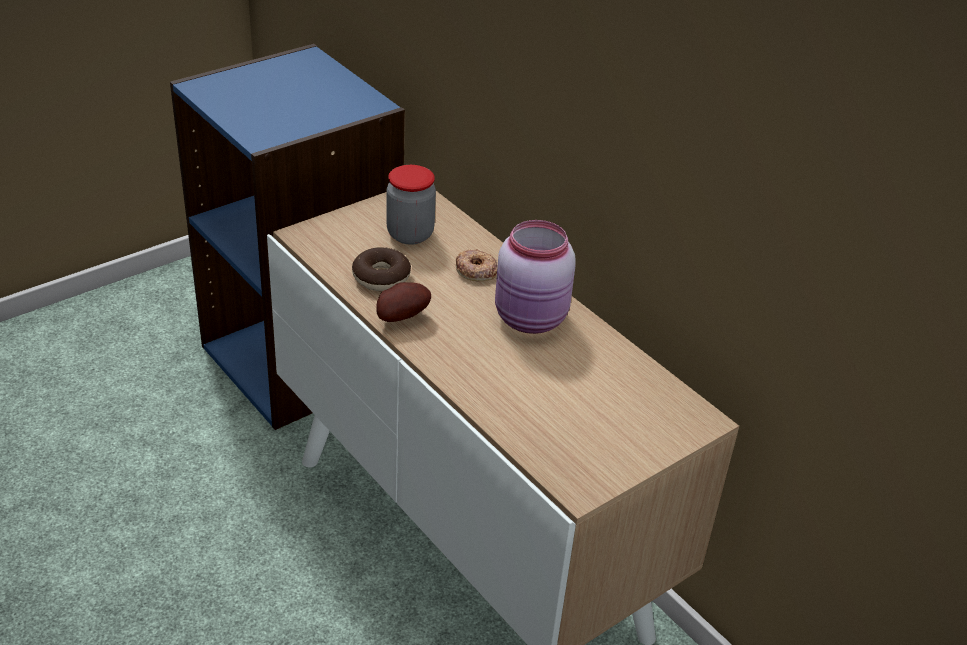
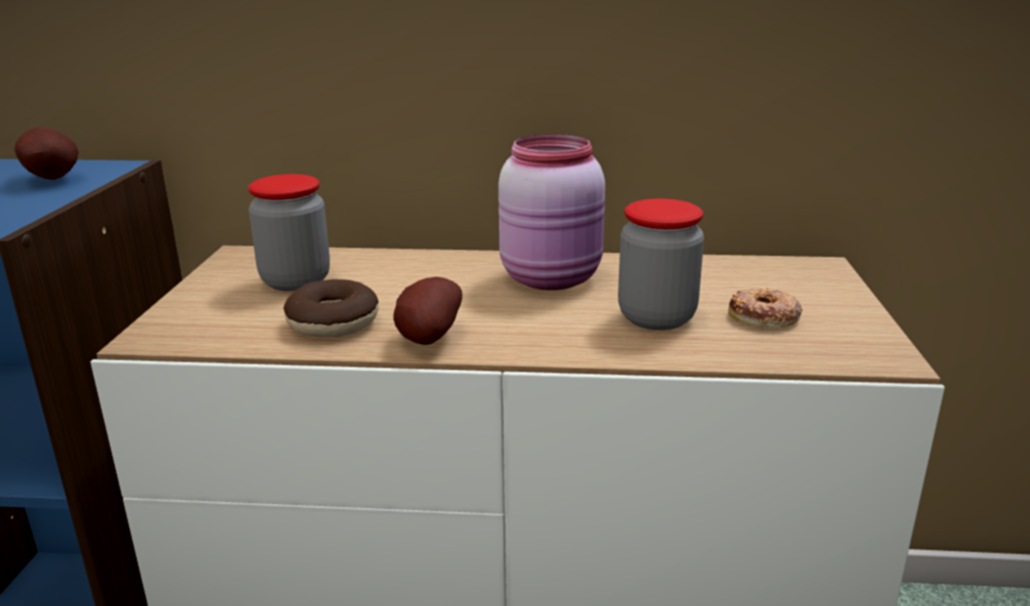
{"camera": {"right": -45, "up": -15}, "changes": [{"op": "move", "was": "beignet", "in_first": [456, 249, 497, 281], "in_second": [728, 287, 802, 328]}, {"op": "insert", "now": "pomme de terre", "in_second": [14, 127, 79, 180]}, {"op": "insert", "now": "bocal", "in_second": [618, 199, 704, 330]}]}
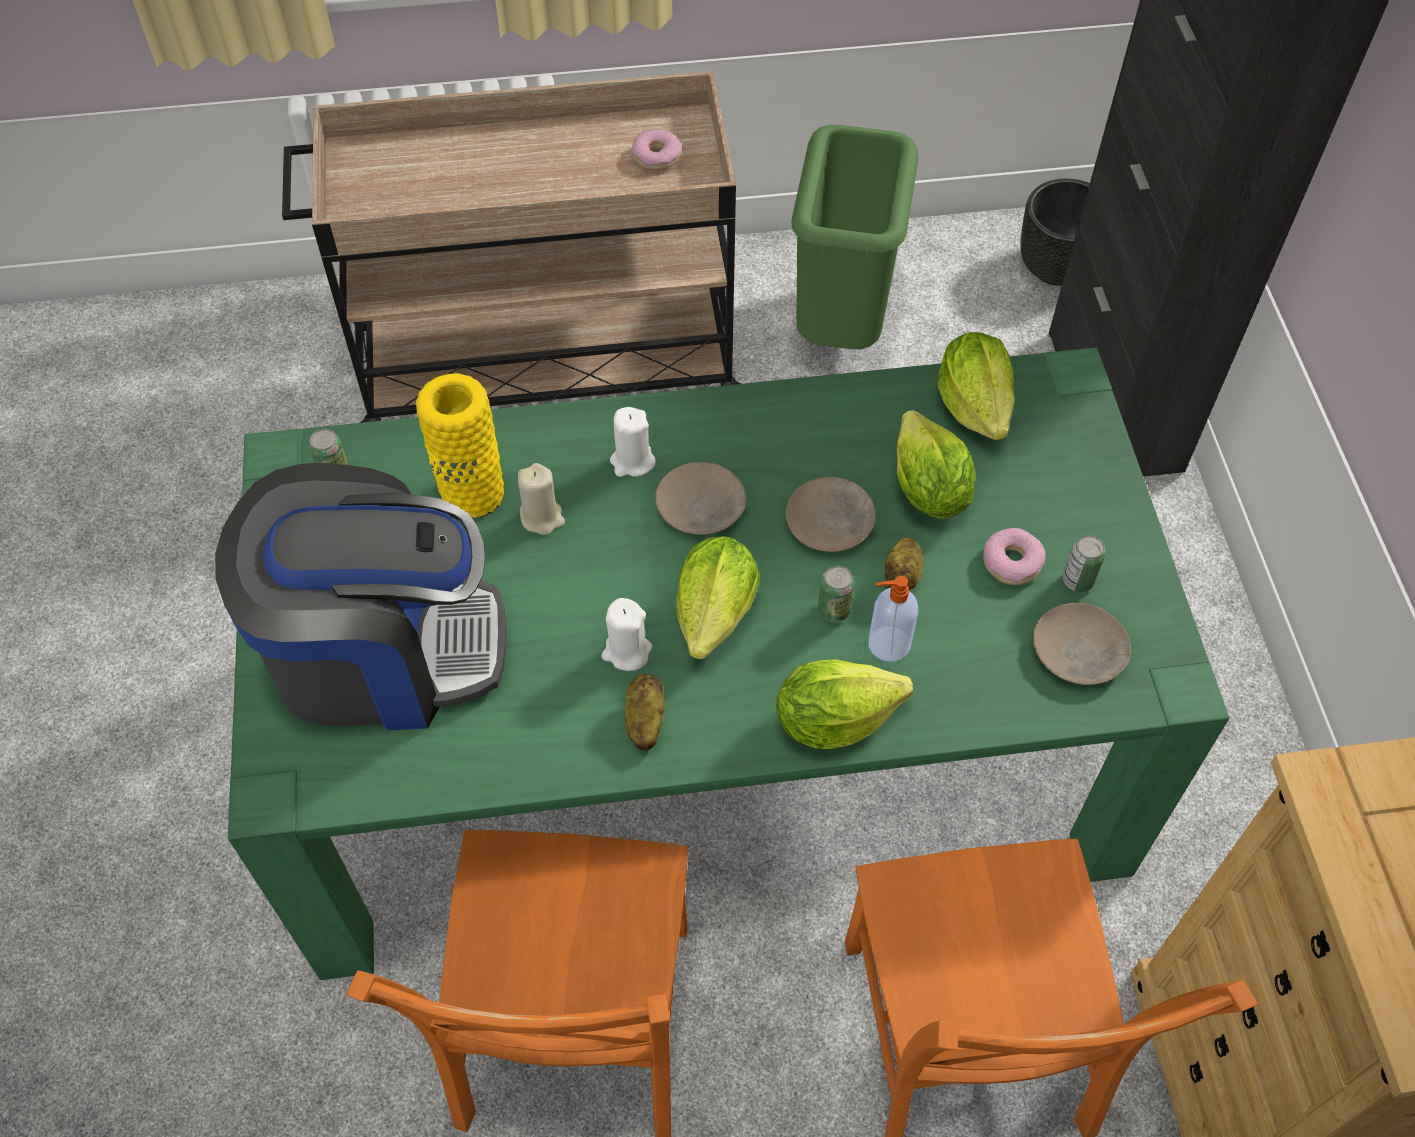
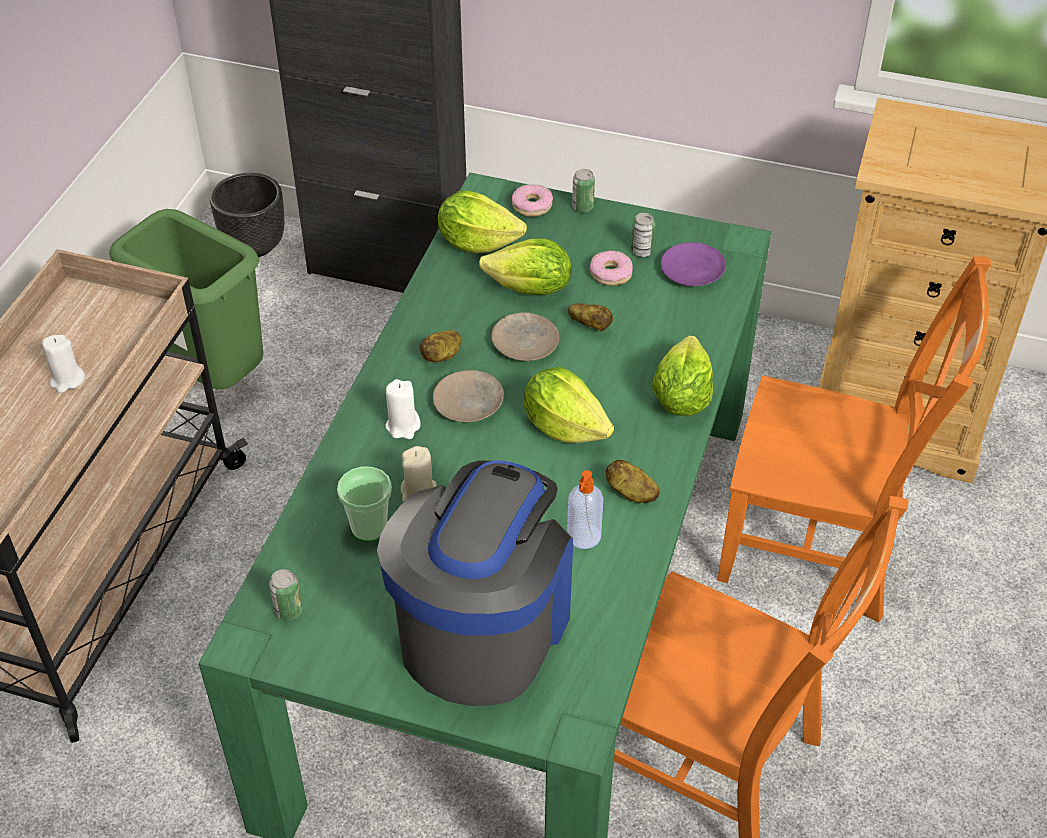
{"camera": {"right": -65, "up": -10}, "changes": [{"op": "move", "was": "beignet", "in_first": [632, 129, 682, 170], "in_second": [512, 184, 553, 217]}, {"op": "replace", "was": "vase/jaune", "now": "tasse", "in_first": [416, 373, 504, 519], "in_second": [337, 466, 392, 542]}, {"op": "move", "was": "boîte métallique", "in_first": [818, 566, 855, 622], "in_second": [572, 169, 595, 212]}, {"op": "move", "was": "distributeur de savon", "in_first": [869, 576, 918, 662], "in_second": [567, 470, 603, 549]}, {"op": "move", "was": "bougie/blanc", "in_first": [602, 598, 652, 671], "in_second": [42, 334, 85, 393]}, {"op": "recolor", "was": "assiette/beige", "now": "assiette/violet", "in_first": [1033, 603, 1131, 685], "in_second": [661, 242, 726, 286]}, {"op": "insert", "now": "pomme de terre", "in_second": [420, 330, 461, 362]}]}
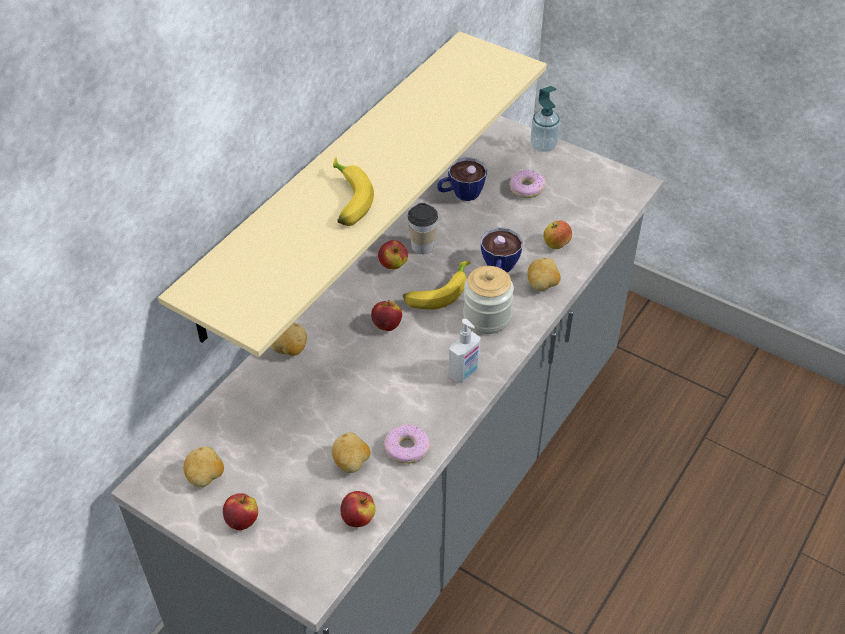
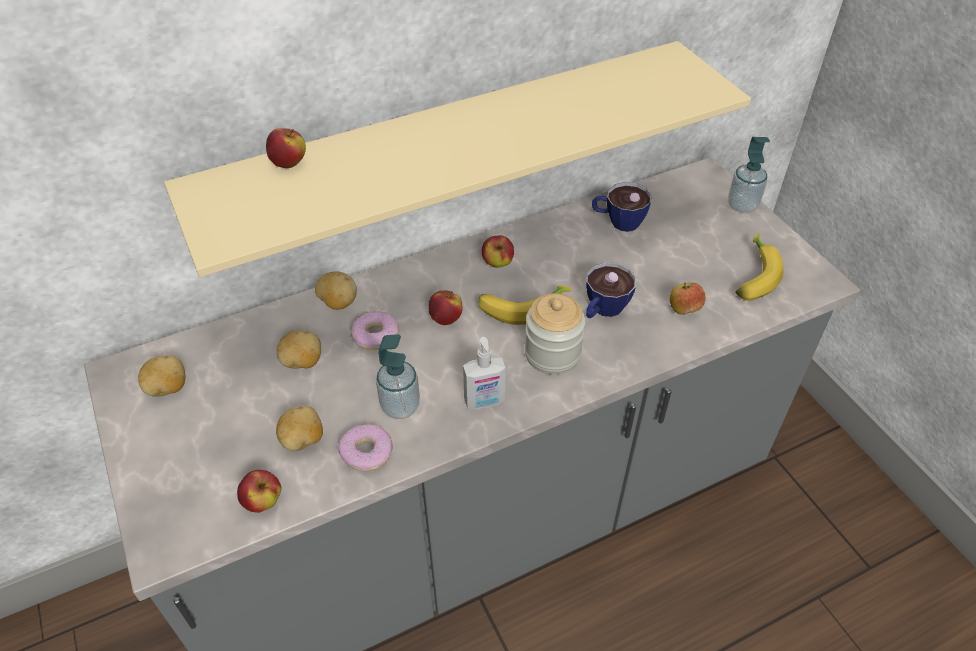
{"camera": {"right": 30, "up": 0}, "changes": [{"op": "move", "was": "banane", "in_first": [333, 157, 374, 226], "in_second": [735, 233, 783, 301]}, {"op": "move", "was": "beignet", "in_first": [509, 170, 546, 198], "in_second": [351, 311, 399, 350]}, {"op": "delete", "was": "tasse", "in_first": [408, 203, 438, 254]}, {"op": "move", "was": "pomme de terre", "in_first": [527, 258, 561, 291], "in_second": [277, 330, 321, 369]}, {"op": "move", "was": "pomme", "in_first": [223, 493, 258, 530], "in_second": [266, 128, 306, 168]}, {"op": "insert", "now": "distributeur de savon", "in_second": [376, 334, 420, 419]}]}
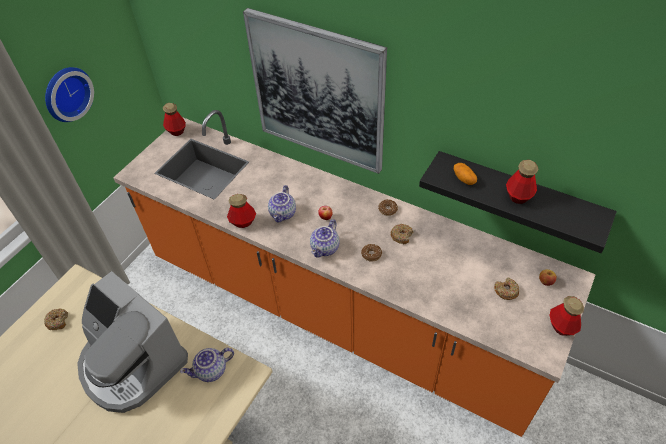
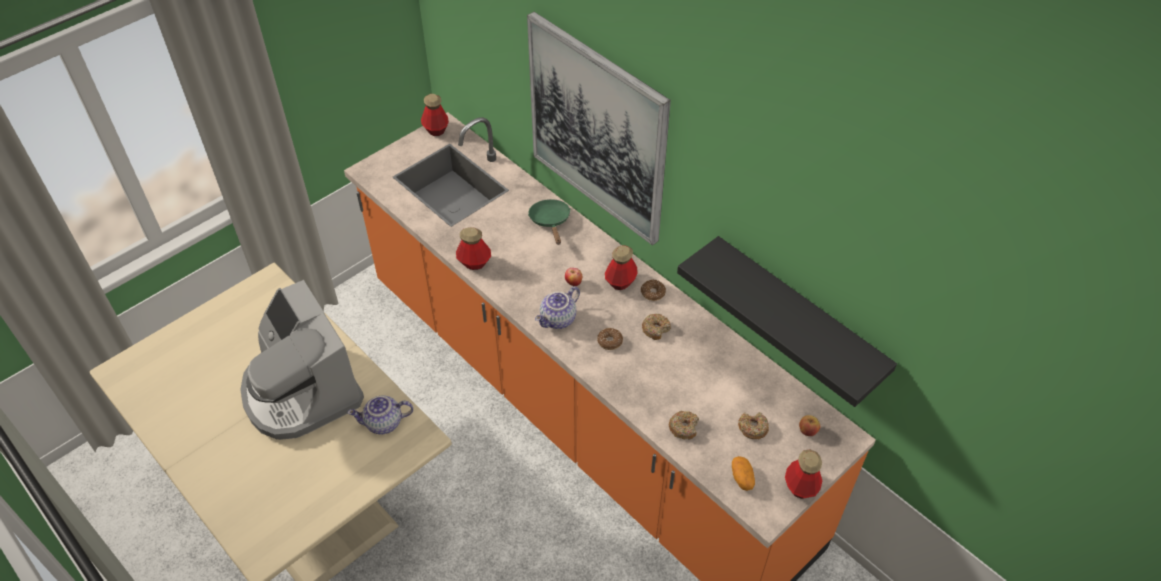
{"camera": {"right": 15, "up": 0}, "changes": [{"op": "delete", "was": "horloge murale", "in_first": [45, 67, 94, 122]}, {"op": "move", "was": "bouteille", "in_first": [506, 160, 538, 204], "in_second": [605, 245, 638, 290]}, {"op": "move", "was": "pomme de terre", "in_first": [454, 163, 477, 185], "in_second": [732, 456, 755, 491]}, {"op": "delete", "was": "théière", "in_first": [268, 185, 296, 223]}, {"op": "move", "was": "beignet", "in_first": [44, 309, 68, 330], "in_second": [669, 411, 699, 439]}, {"op": "insert", "now": "poêle/vert", "in_second": [528, 199, 571, 245]}]}
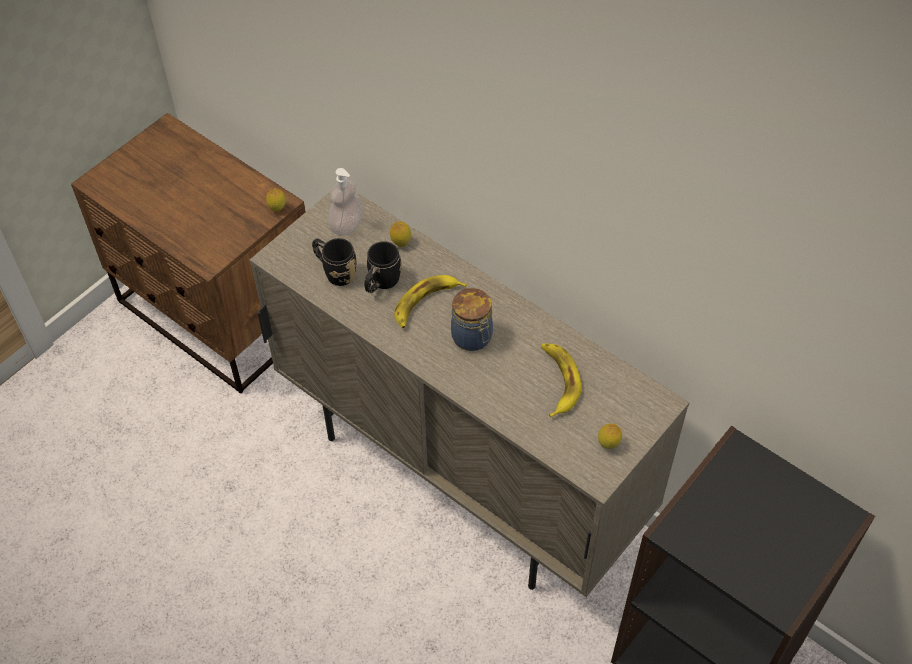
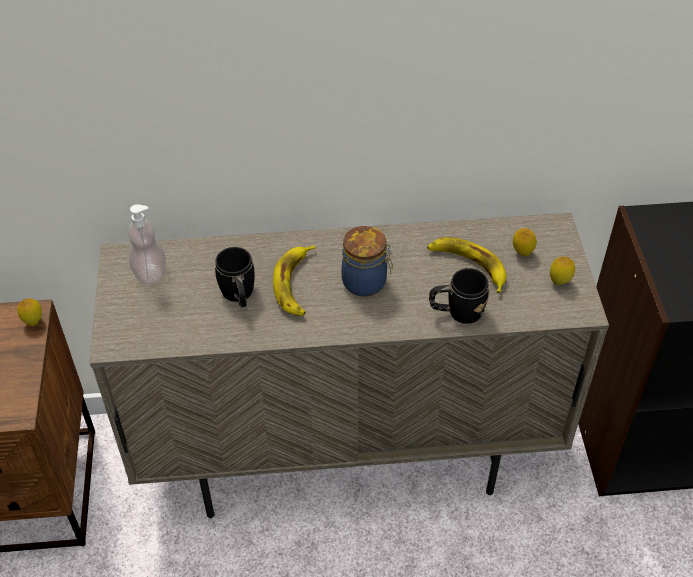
{"camera": {"right": -45, "up": -5}, "changes": [{"op": "move", "was": "citron", "in_first": [390, 222, 411, 247], "in_second": [513, 228, 537, 256]}, {"op": "move", "was": "mug/noir", "in_first": [312, 238, 357, 286], "in_second": [429, 268, 490, 324]}]}
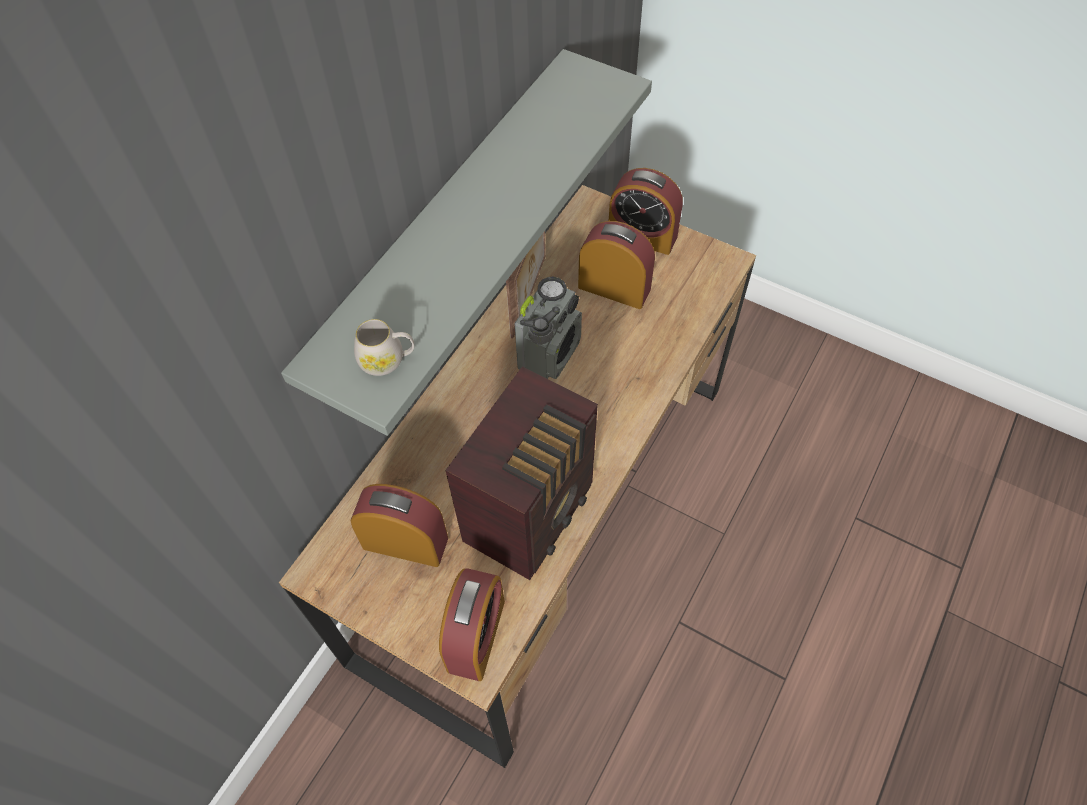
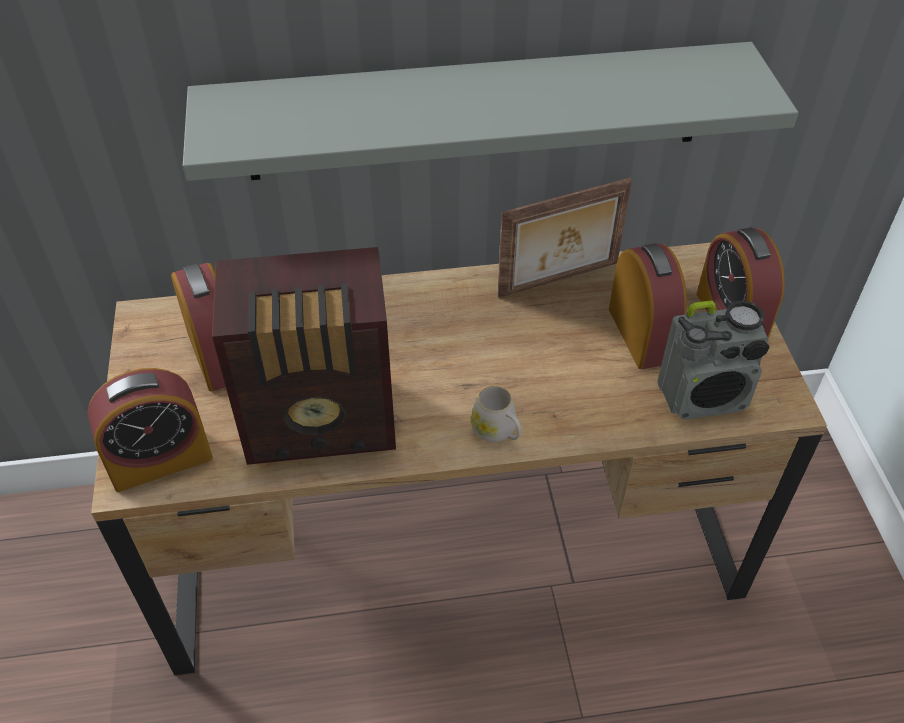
{"camera": {"right": 50, "up": -10}, "changes": [{"op": "move", "was": "radio", "in_first": [514, 277, 582, 379], "in_second": [657, 300, 769, 419]}, {"op": "move", "was": "mug/blanc", "in_first": [354, 319, 414, 376], "in_second": [471, 386, 522, 442]}]}
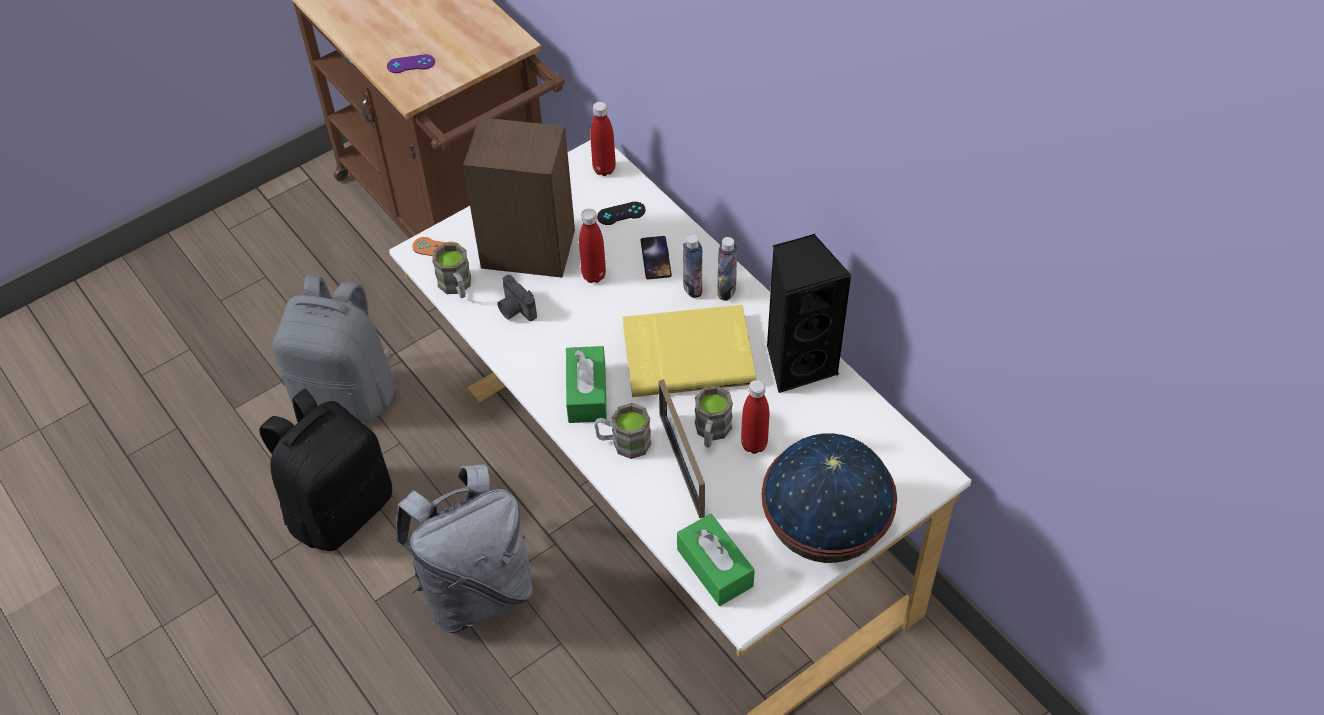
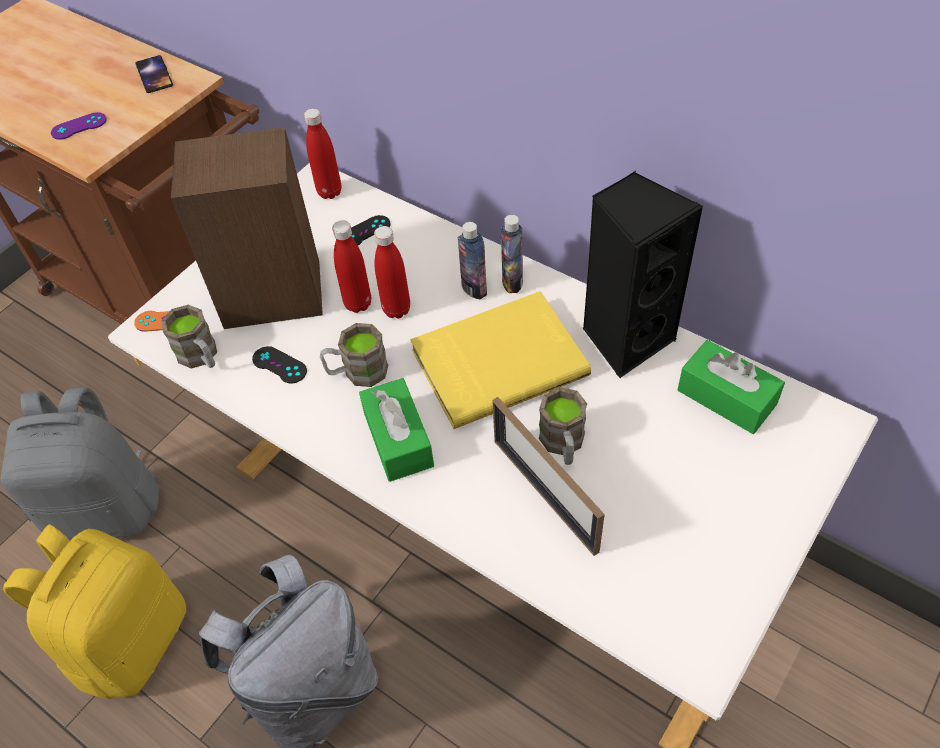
{"camera": {"right": -15, "up": 0}, "changes": [{"op": "move", "was": "téléphone", "in_first": [640, 236, 672, 279], "in_second": [135, 55, 173, 93]}, {"op": "replace", "was": "appareil photo", "now": "manette/noir", "in_first": [497, 275, 537, 321], "in_second": [252, 346, 307, 384]}, {"op": "move", "was": "bouteille/rouge", "in_first": [741, 380, 769, 454], "in_second": [374, 226, 410, 318]}, {"op": "recolor", "was": "sac à dos/noir", "now": "sac à dos/jaune", "in_first": [259, 389, 392, 551], "in_second": [3, 524, 186, 699]}, {"op": "move", "was": "mug/marron", "in_first": [594, 403, 651, 459], "in_second": [320, 323, 388, 387]}, {"op": "delete", "was": "globe", "in_first": [762, 433, 897, 563]}, {"op": "move", "was": "boîte à mouchoirs/vert", "in_first": [677, 514, 755, 606], "in_second": [678, 340, 785, 434]}]}
